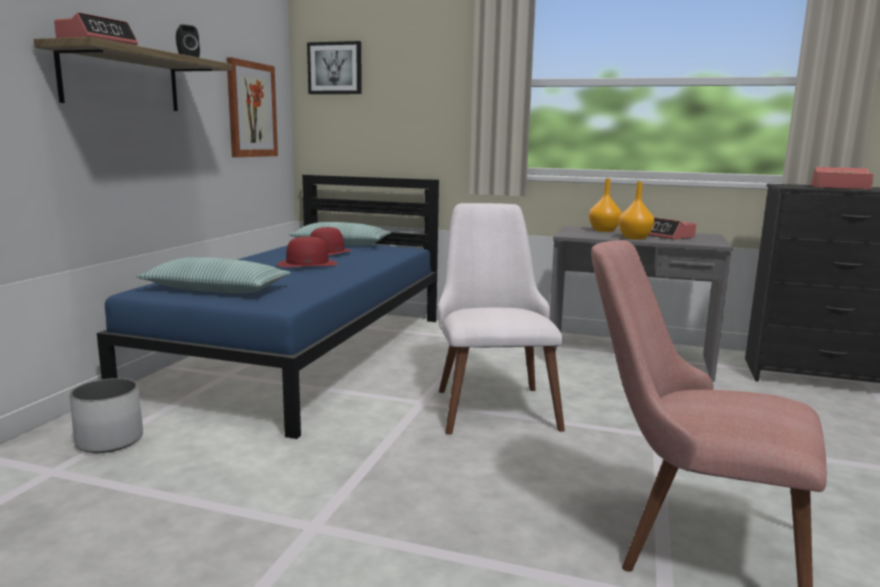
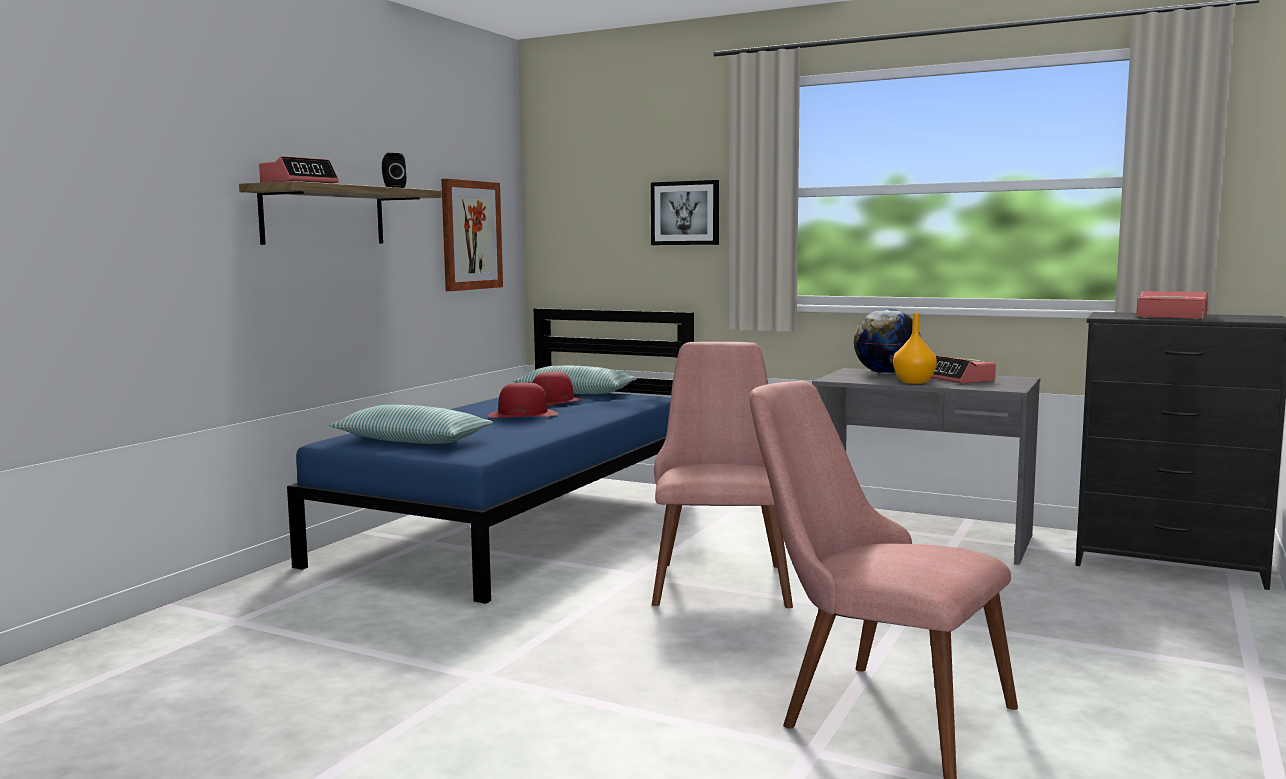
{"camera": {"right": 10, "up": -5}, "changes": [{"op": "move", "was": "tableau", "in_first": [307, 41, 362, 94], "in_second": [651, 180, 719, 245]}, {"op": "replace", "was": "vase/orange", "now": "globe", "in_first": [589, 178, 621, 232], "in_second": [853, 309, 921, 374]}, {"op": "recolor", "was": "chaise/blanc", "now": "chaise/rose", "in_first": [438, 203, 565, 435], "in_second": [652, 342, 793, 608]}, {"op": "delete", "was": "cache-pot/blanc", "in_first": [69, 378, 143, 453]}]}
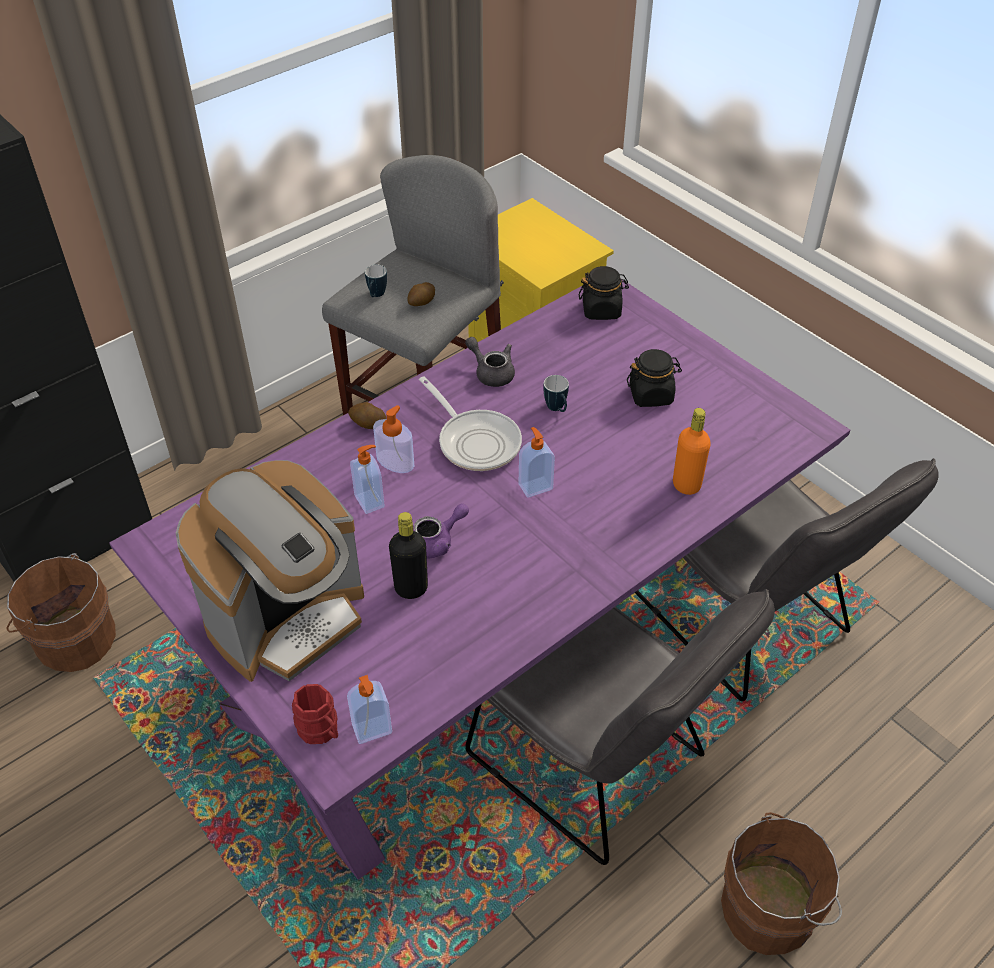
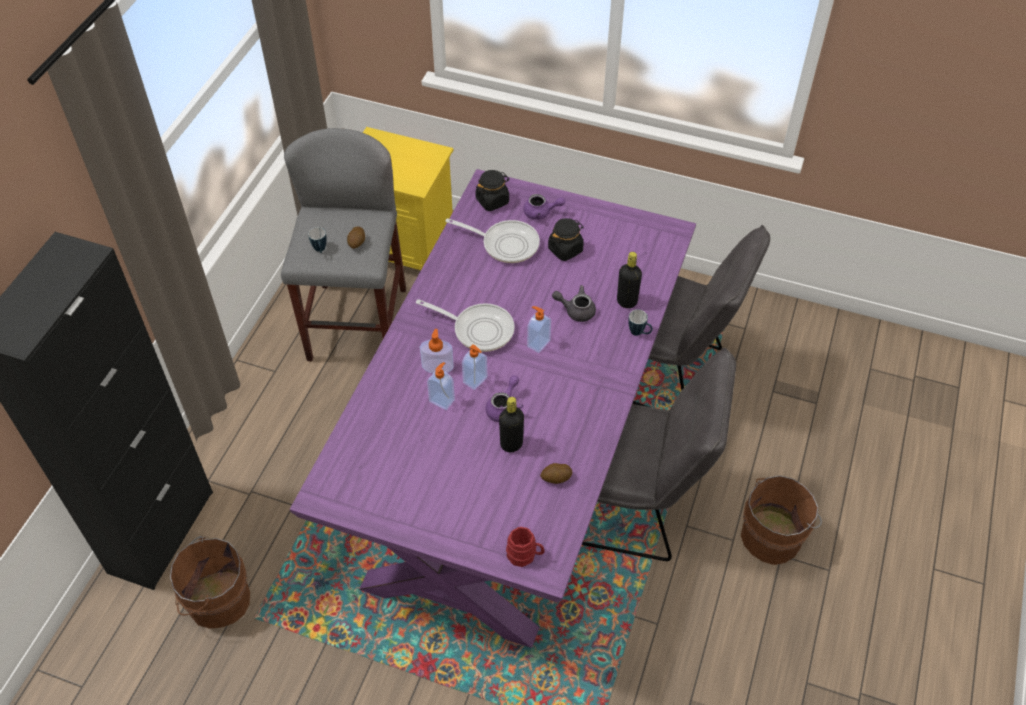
{"camera": {"right": -30, "up": 5}, "changes": [{"op": "move", "was": "théière/gris", "in_first": [465, 337, 515, 387], "in_second": [552, 285, 596, 322]}, {"op": "move", "was": "mug", "in_first": [543, 375, 569, 412], "in_second": [628, 309, 652, 336]}, {"op": "move", "was": "pomme de terre", "in_first": [348, 402, 386, 429], "in_second": [540, 463, 572, 484]}, {"op": "recolor", "was": "bouteille/orange", "now": "bouteille/noir", "in_first": [673, 408, 711, 495], "in_second": [617, 252, 642, 308]}, {"op": "delete", "was": "machine à café", "in_first": [176, 460, 364, 682]}, {"op": "move", "was": "distributeur de savon", "in_first": [347, 675, 392, 744], "in_second": [462, 345, 487, 390]}, {"op": "insert", "now": "théière/violet", "in_second": [523, 194, 565, 220]}, {"op": "insert", "now": "poêle", "in_second": [445, 218, 540, 263]}]}
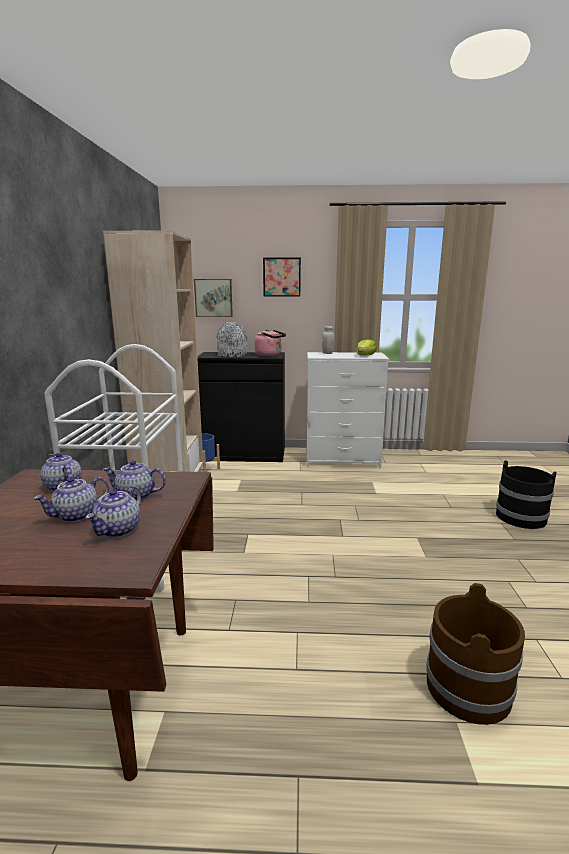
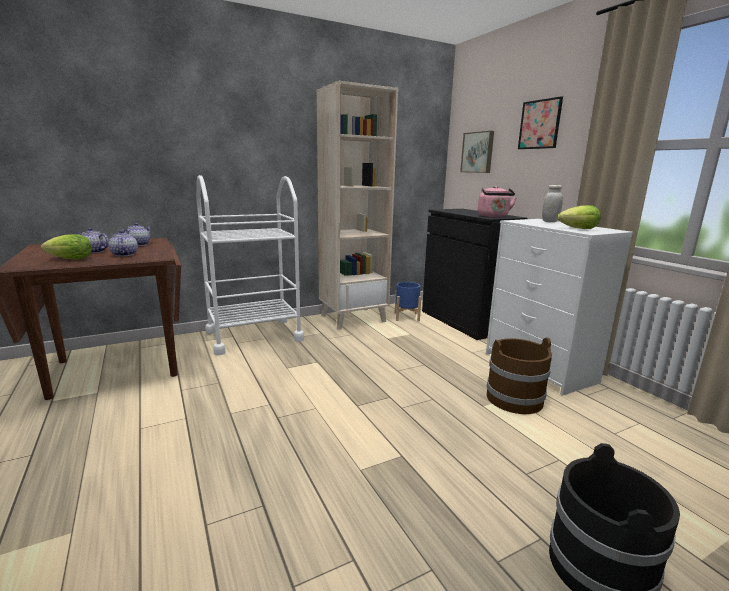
{"camera": {"right": 60, "up": 0}, "changes": [{"op": "delete", "was": "vase/gris", "in_first": [217, 322, 247, 357]}, {"op": "replace", "was": "théière", "now": "laitue", "in_first": [86, 486, 141, 538], "in_second": [41, 234, 92, 260]}, {"op": "move", "was": "seau/marron", "in_first": [426, 583, 525, 725], "in_second": [487, 337, 552, 414]}]}
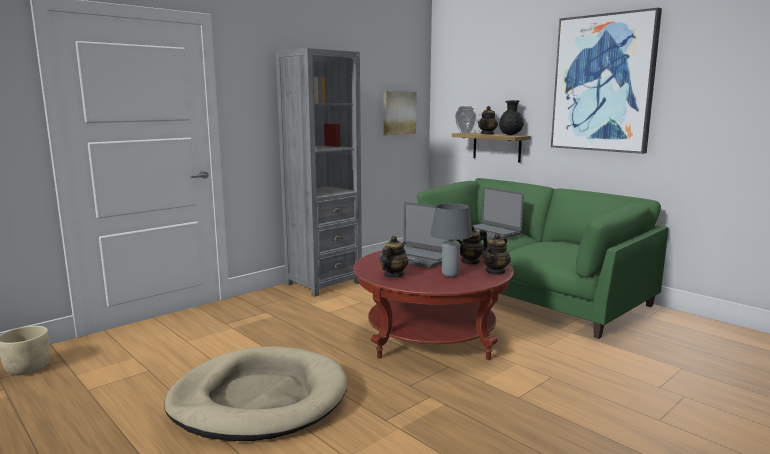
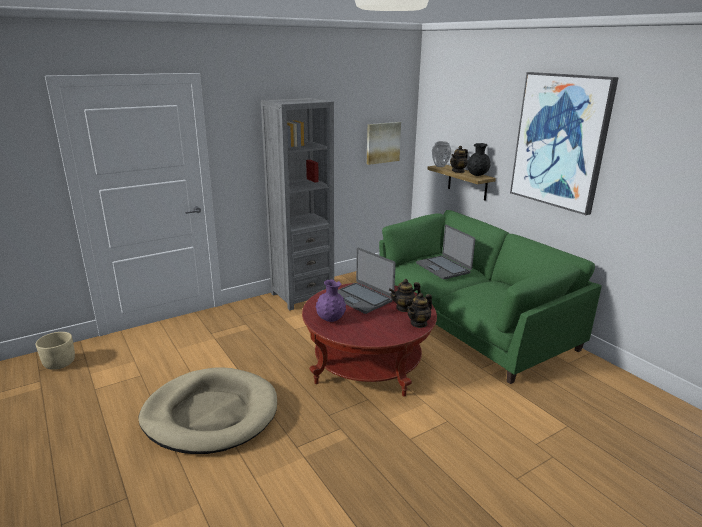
{"camera": {"right": 10, "up": 10}, "changes": [{"op": "delete", "was": "lampe de table/gris", "in_first": [431, 203, 473, 277]}, {"op": "replace", "was": "théière", "now": "vase/violet", "in_first": [380, 236, 408, 277], "in_second": [315, 280, 346, 322]}]}
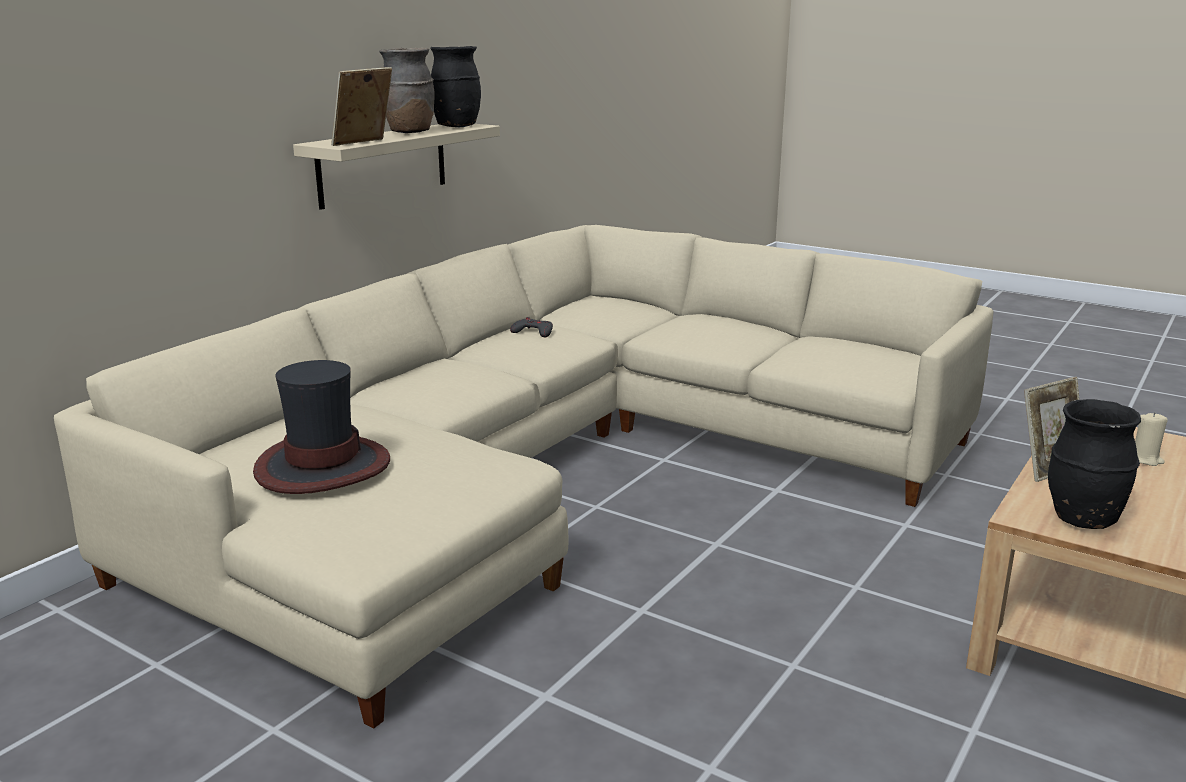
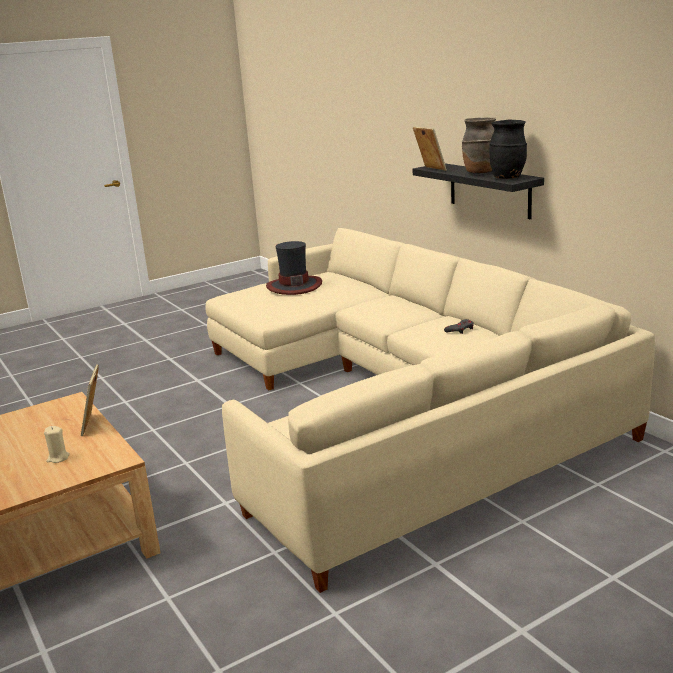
{"camera": {"right": 115, "up": 0}, "changes": [{"op": "recolor", "was": "étagère/beige", "now": "étagère/noir", "in_first": [293, 124, 500, 210], "in_second": [412, 164, 544, 219]}, {"op": "delete", "was": "vase/noir", "in_first": [1048, 399, 1141, 529]}]}
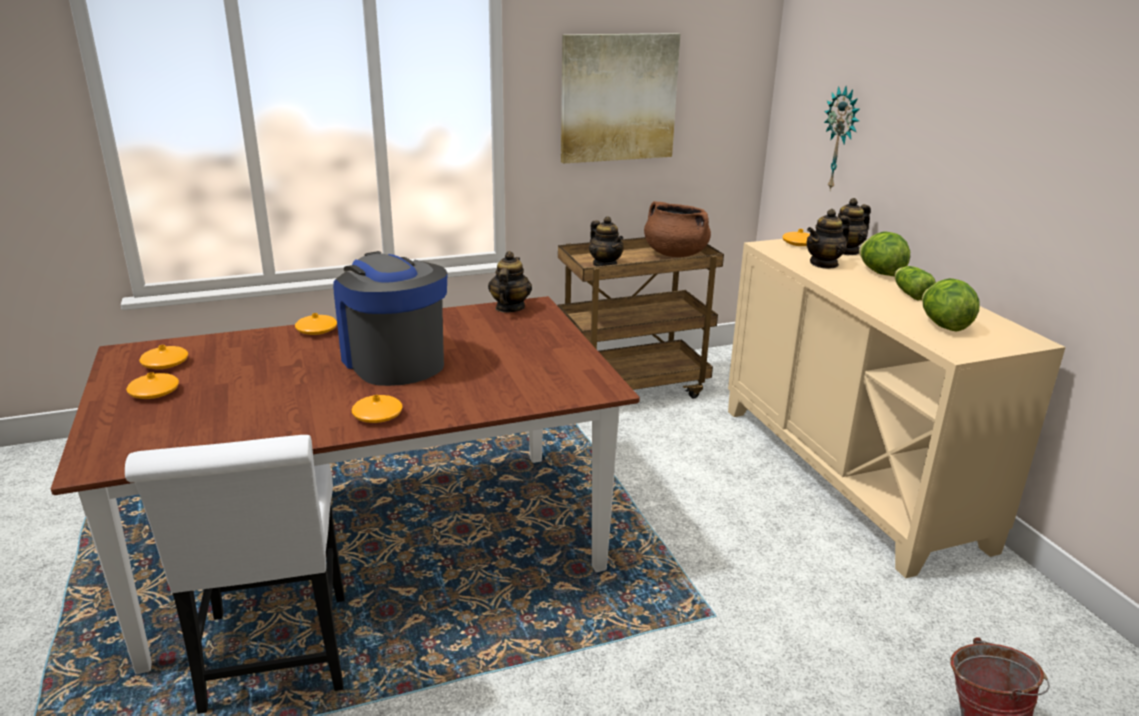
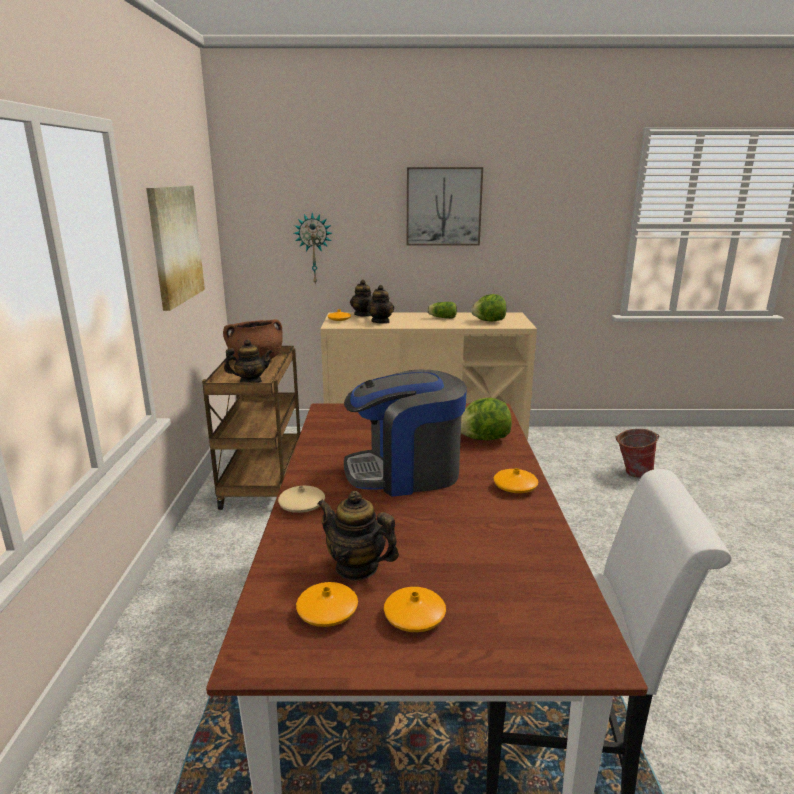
{"camera": {"right": -70, "up": -5}, "changes": [{"op": "move", "was": "laitue", "in_first": [859, 232, 910, 276], "in_second": [461, 398, 512, 440]}, {"op": "move", "was": "théière", "in_first": [488, 251, 532, 312], "in_second": [317, 491, 399, 581]}, {"op": "recolor", "was": "vase/orange", "now": "vase/beige", "in_first": [295, 313, 337, 335], "in_second": [278, 486, 325, 513]}, {"op": "insert", "now": "tableau", "in_second": [407, 167, 483, 245]}]}
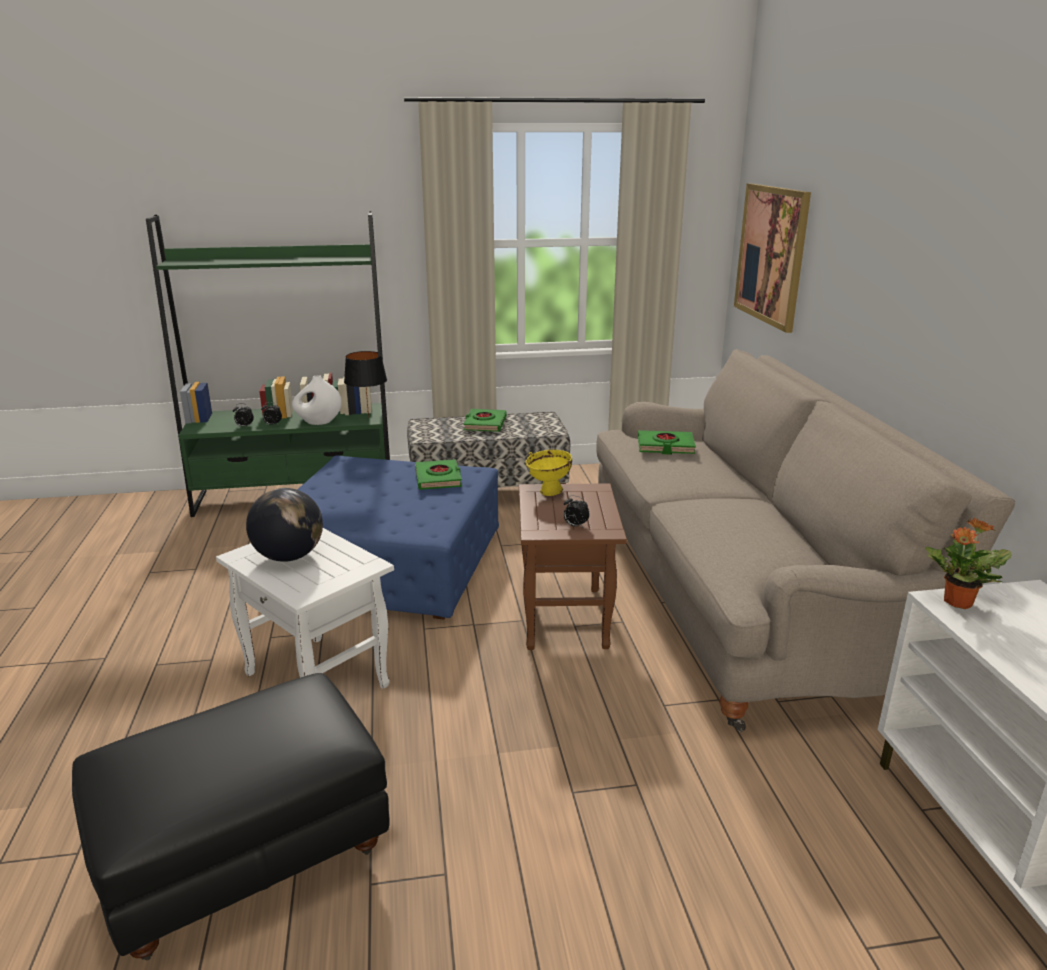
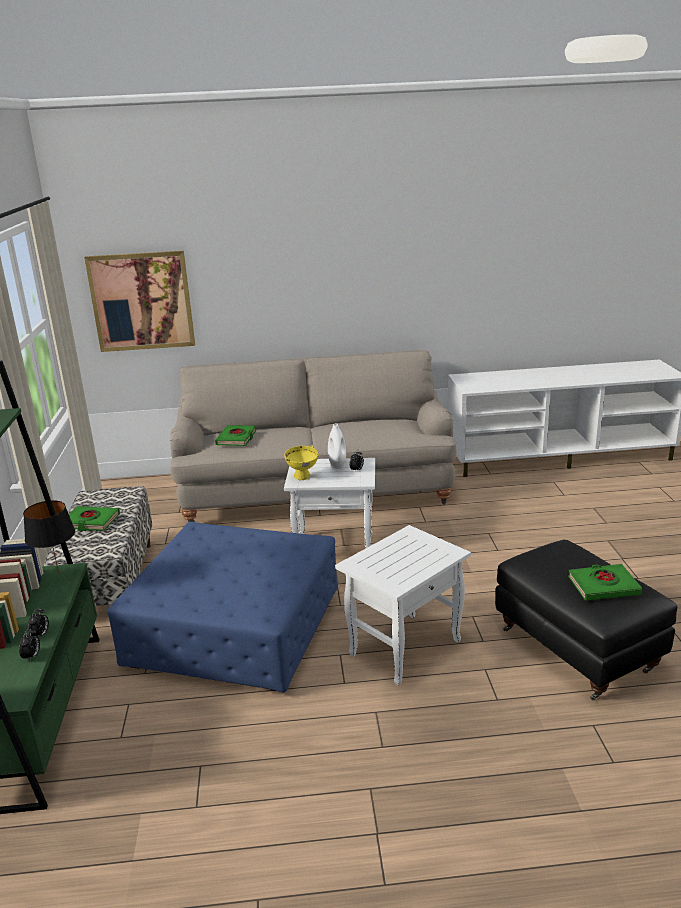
{"camera": {"right": -85, "up": 0}, "changes": [{"op": "move", "was": "vase/blanc", "in_first": [292, 375, 342, 425], "in_second": [328, 423, 346, 469]}, {"op": "move", "was": "livre/vert", "in_first": [415, 459, 462, 490], "in_second": [568, 564, 642, 601]}, {"op": "recolor", "was": "table d'appoint/marron", "now": "table d'appoint/blanc", "in_first": [519, 483, 627, 650], "in_second": [284, 458, 375, 549]}, {"op": "delete", "was": "globe", "in_first": [246, 488, 323, 562]}, {"op": "delete", "was": "plante en pot", "in_first": [925, 517, 1012, 609]}]}
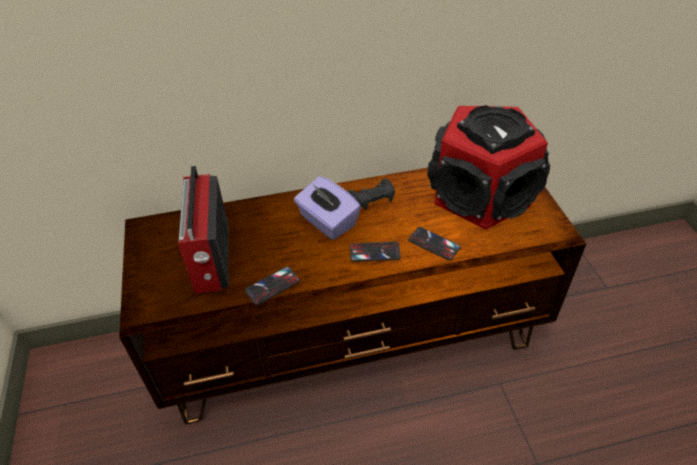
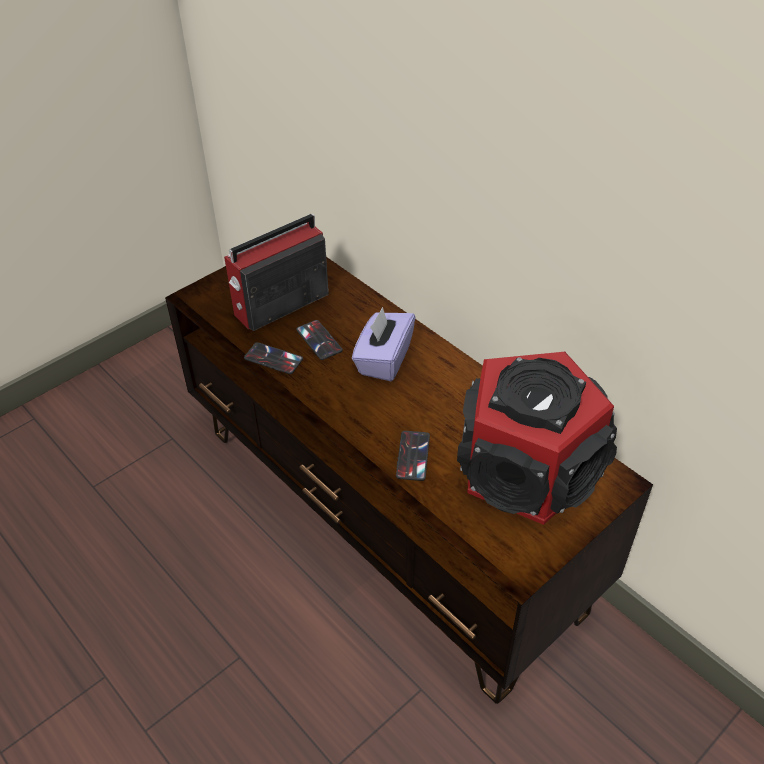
{"camera": {"right": 60, "up": 0}, "changes": [{"op": "delete", "was": "manette/noir", "in_first": [347, 179, 395, 210]}, {"op": "move", "was": "téléphone", "in_first": [350, 242, 401, 262], "in_second": [296, 320, 343, 360]}]}
